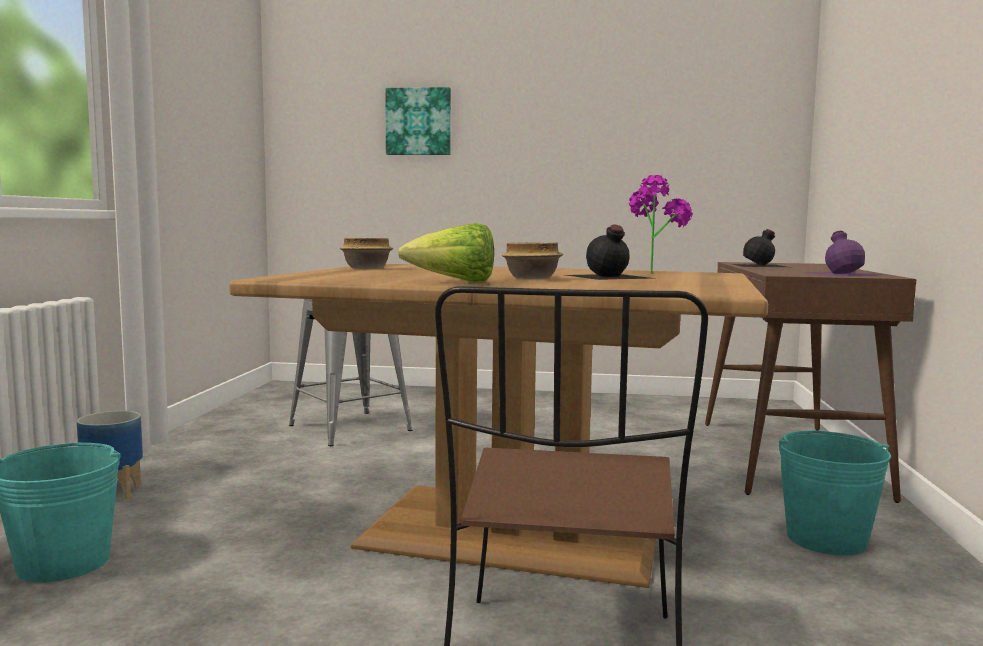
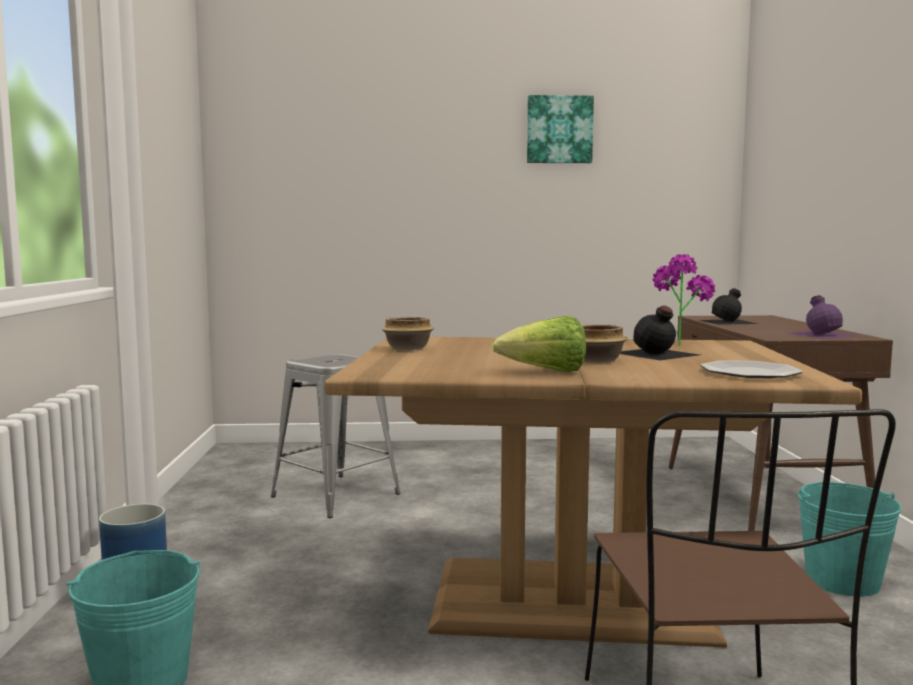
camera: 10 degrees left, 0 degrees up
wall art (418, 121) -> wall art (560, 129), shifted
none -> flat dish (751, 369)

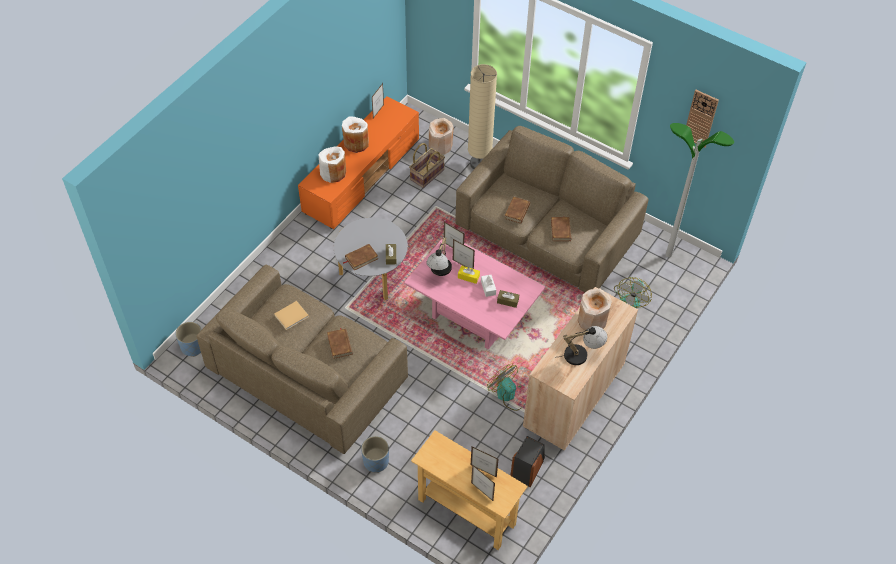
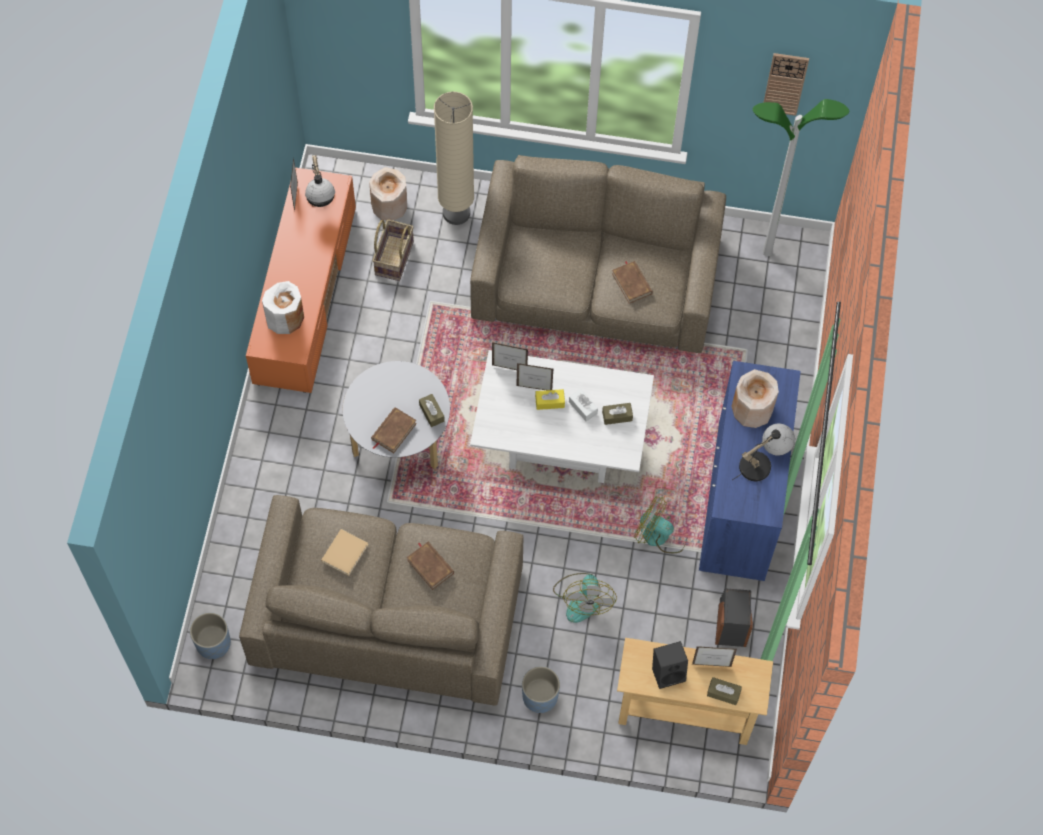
camera: 25 degrees left, 10 degrees up
whitish vase (355, 134) -> none
pinkish lounge table (474, 293) -> whitish lounge table (562, 416)
lamp for a table (439, 256) -> lamp for a table (320, 181), shifted
picture frame (483, 482) -> brownish box of tissues (724, 691)
brownish bound book (517, 210) -> none
beige-coloured cupboard (580, 369) -> blue-coloured cupboard (750, 471)
fan (633, 292) -> fan (585, 598), shifted
none -> black speaker (670, 665)

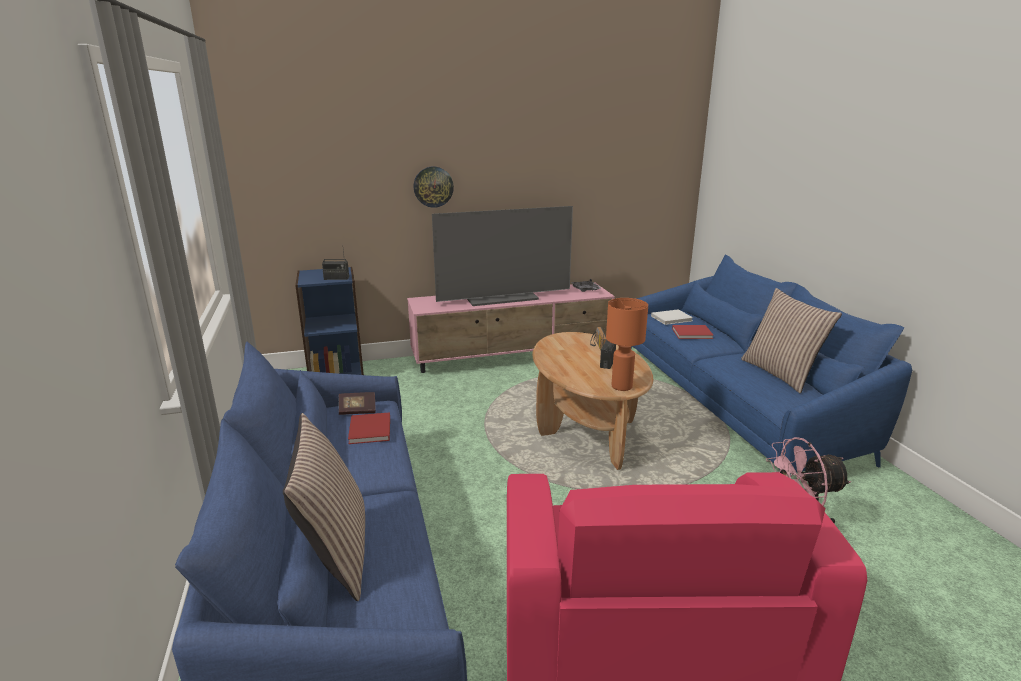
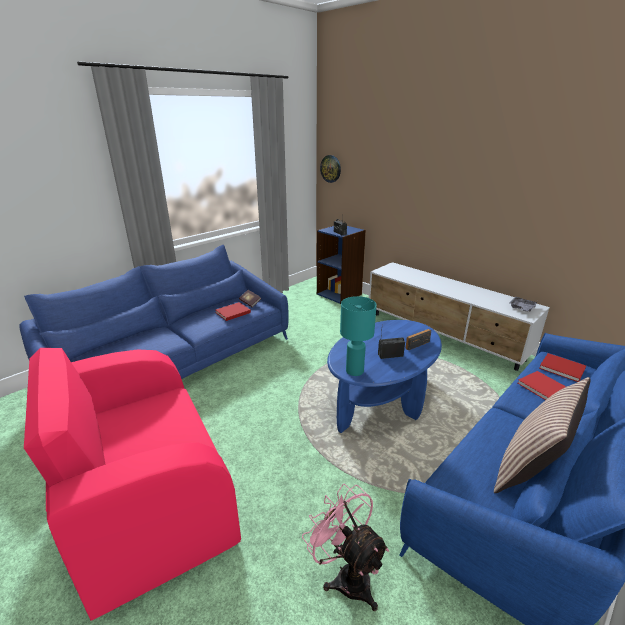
camera: 60 degrees right, 5 degrees up
pillow (324, 507) -> none
pinkish tv stand (511, 328) -> whitish tv stand (459, 316)
hanging clock (433, 187) -> hanging clock (330, 169), shifted
television (502, 256) -> none
brownish lounge table (593, 401) -> blue-coloured lounge table (384, 376)
orange lamp for a table (627, 344) -> turquoise lamp for a table (358, 336)
whitish bound book (672, 317) -> red-coloured bound book (562, 367)

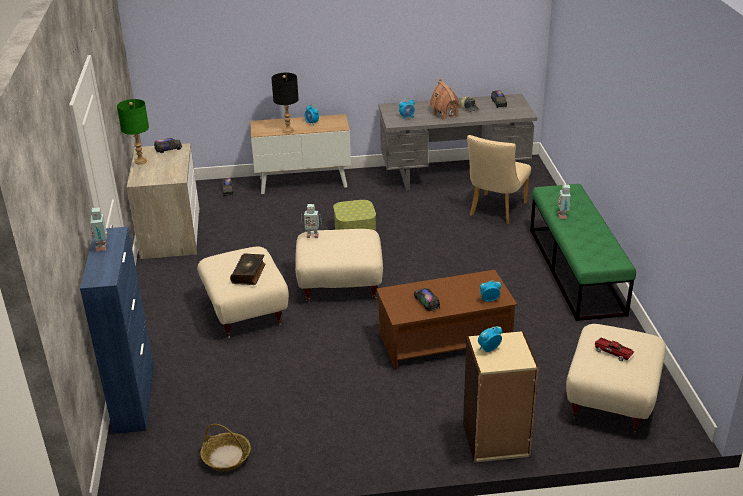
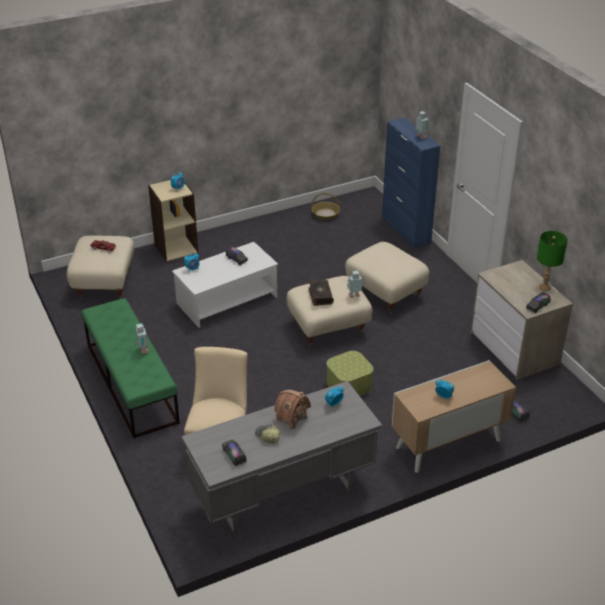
camera: 160 degrees right, 5 degrees up
bound book (247, 269) -> bound book (321, 293), shifted
black lamp for a table (285, 103) -> none
brownish lounge table (446, 320) -> whitish lounge table (225, 285)

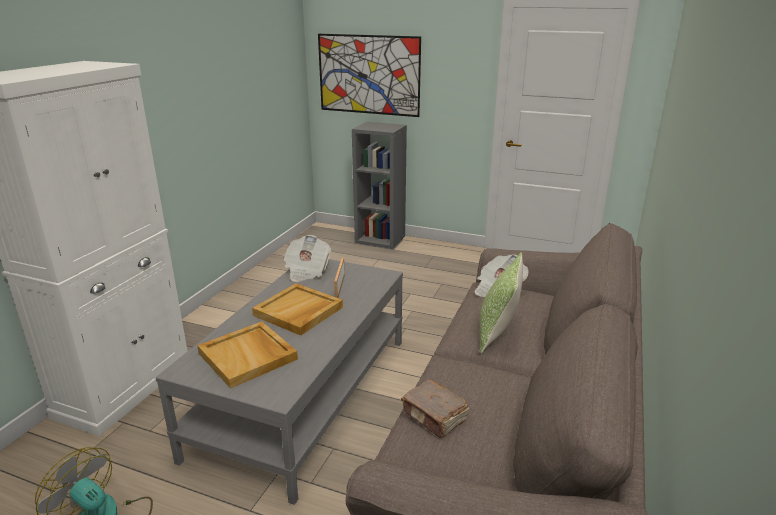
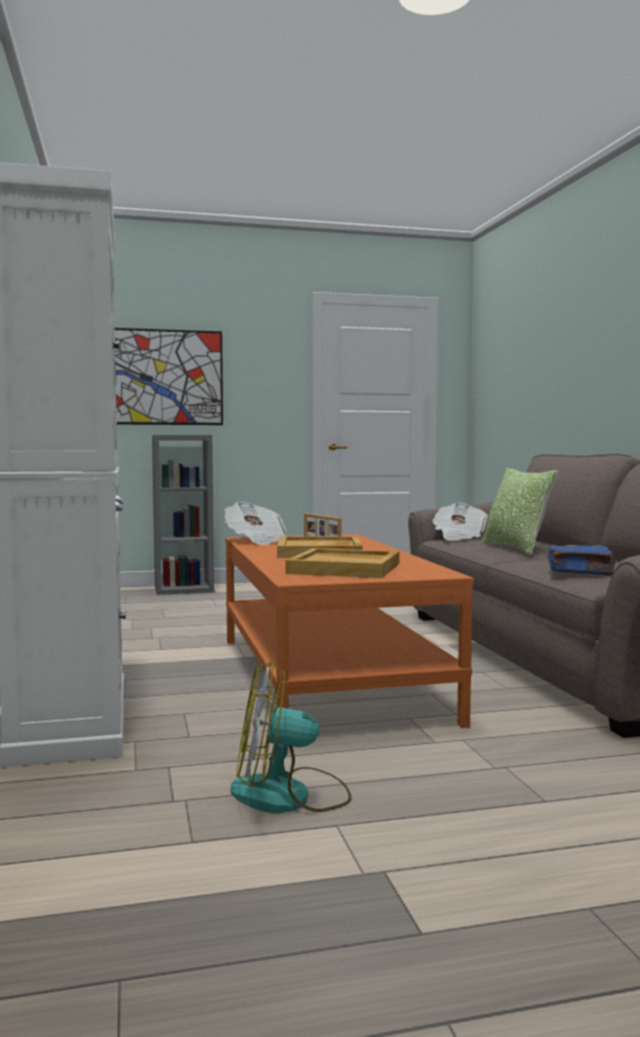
camera: 35 degrees left, 20 degrees down
gray lounge table (279, 382) -> orange lounge table (349, 631)
brownish bound book (435, 409) -> blue-coloured bound book (582, 560)

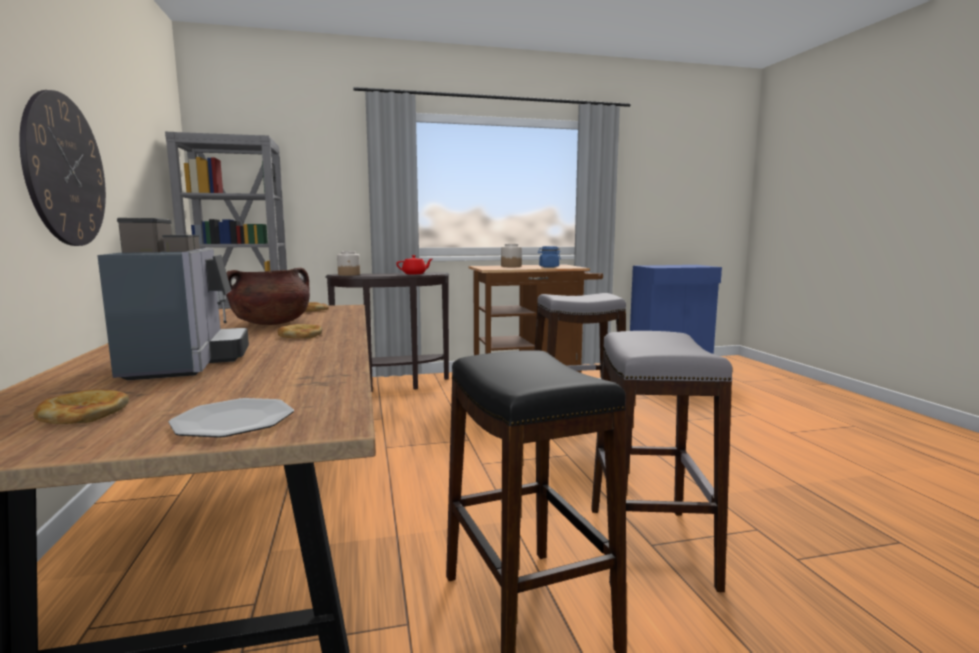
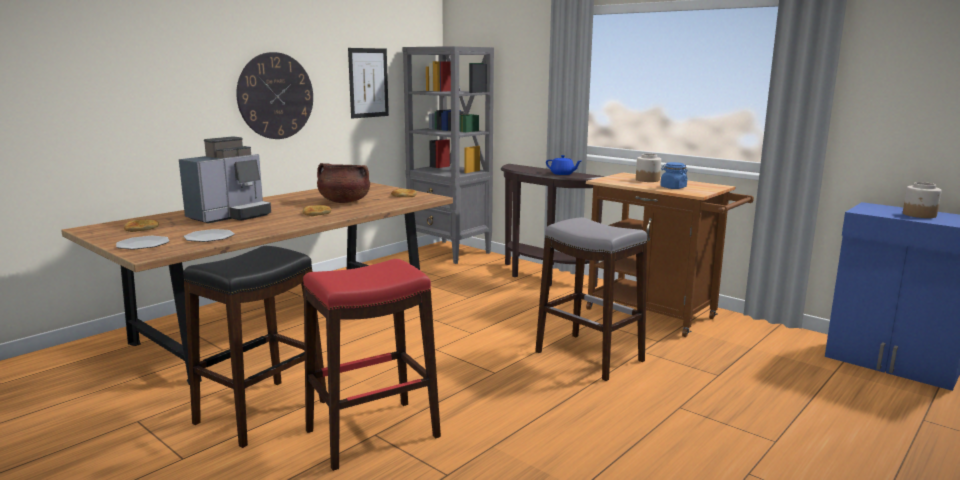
camera: 55 degrees right, 5 degrees up
storage jar (348, 263) -> storage jar (922, 200), shifted
red-coloured tea pot (414, 264) -> blue-coloured tea pot (563, 165)
gray stool seat (662, 461) -> red-coloured stool seat (372, 365)
none -> flat dish (209, 235)
none -> wall art (368, 83)

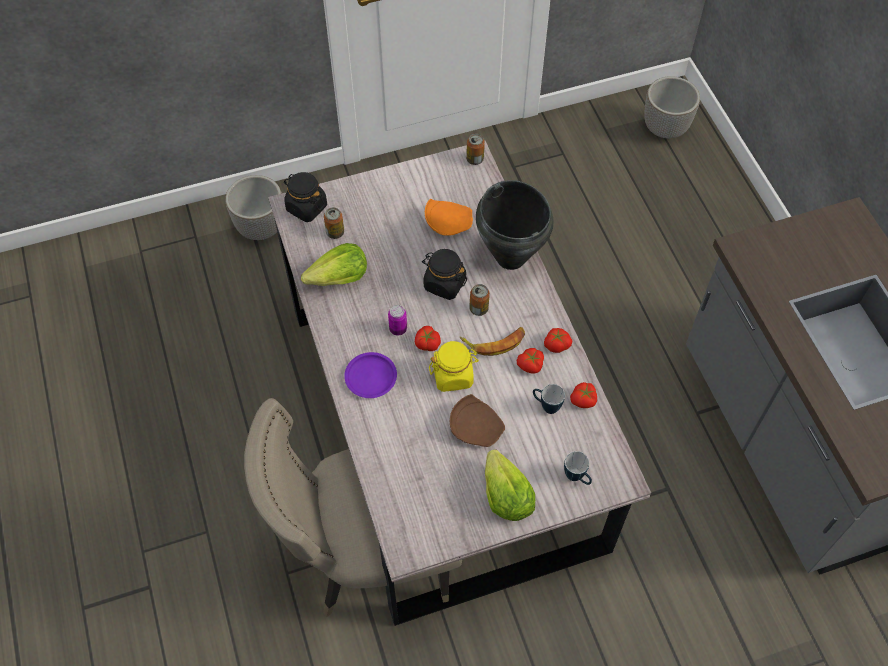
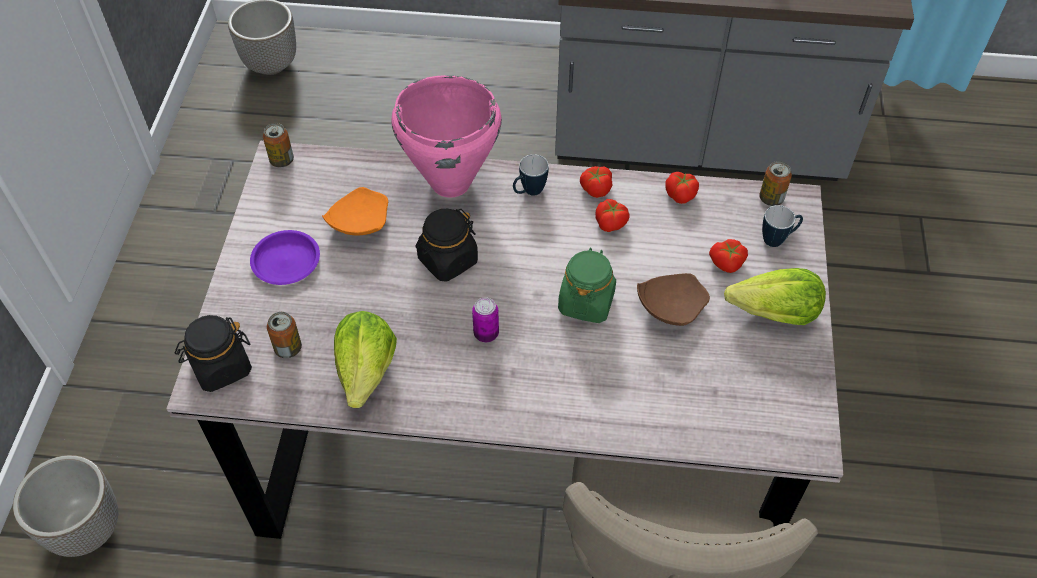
camera: 65 degrees left, 5 degrees down
purple-coloured flat dish (370, 375) -> purple-coloured flat dish (285, 257), shifted
fresh tomato (428, 338) -> fresh tomato (728, 256), shifted
yellowish storage jar (454, 366) -> green storage jar (587, 285)
banana fruit (492, 341) -> none
metal can (479, 300) -> metal can (775, 183), shifted
black stockpot (515, 225) -> pinkish stockpot (447, 136)
tea mug (549, 399) -> tea mug (531, 175), shifted

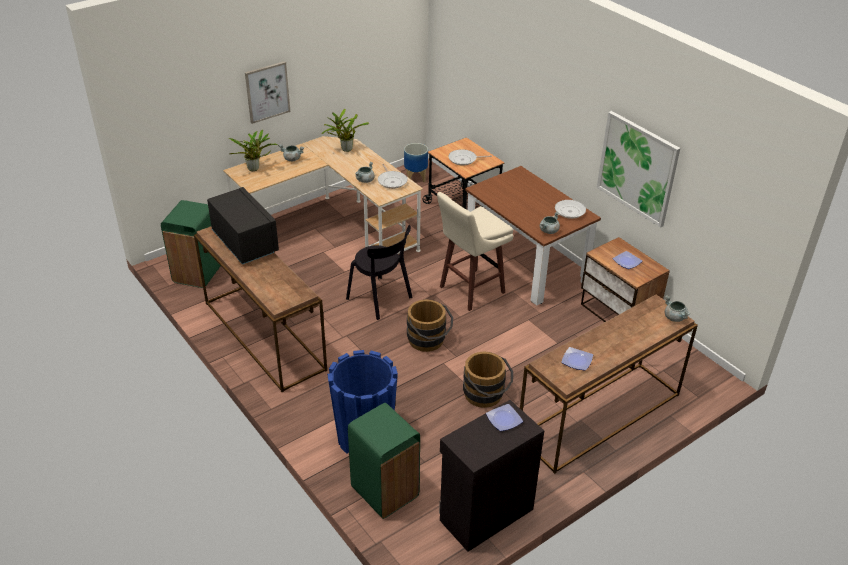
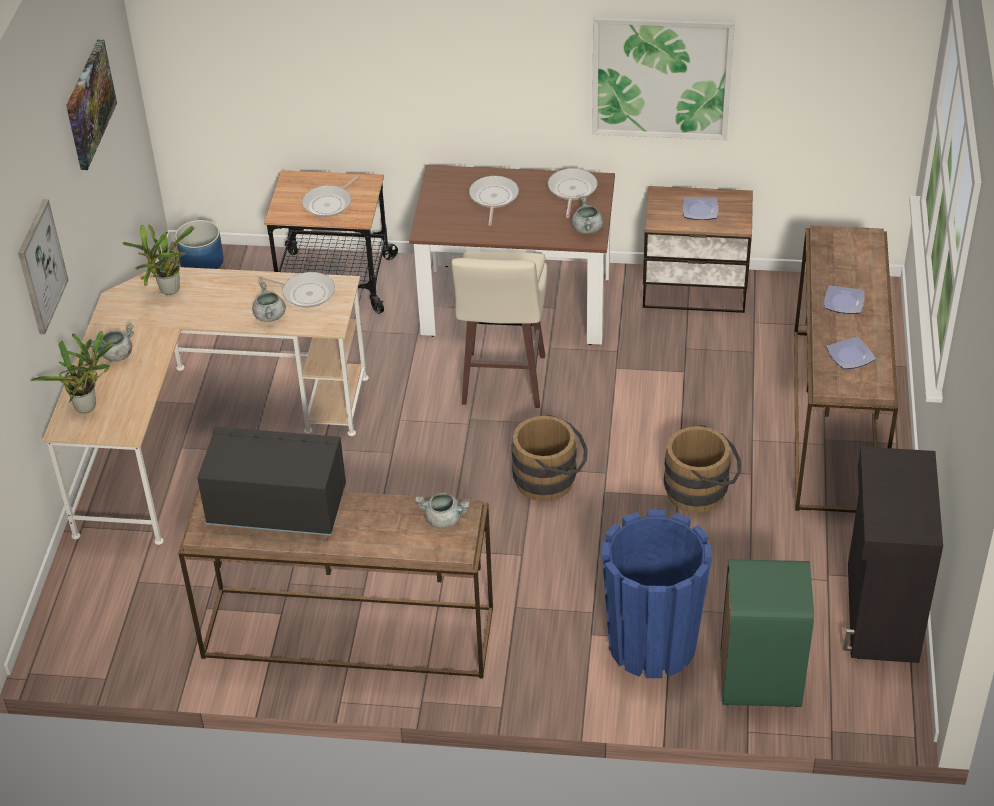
camera: 45 degrees left, 5 degrees up
green rubbish bin (190, 244) -> none
black chair (379, 272) -> none
flat dish (504, 417) -> flat dish (844, 299), shifted
gray stockpot (678, 308) -> gray stockpot (442, 511), shifted
none -> wall art (91, 105)
none -> frying pan (494, 201)

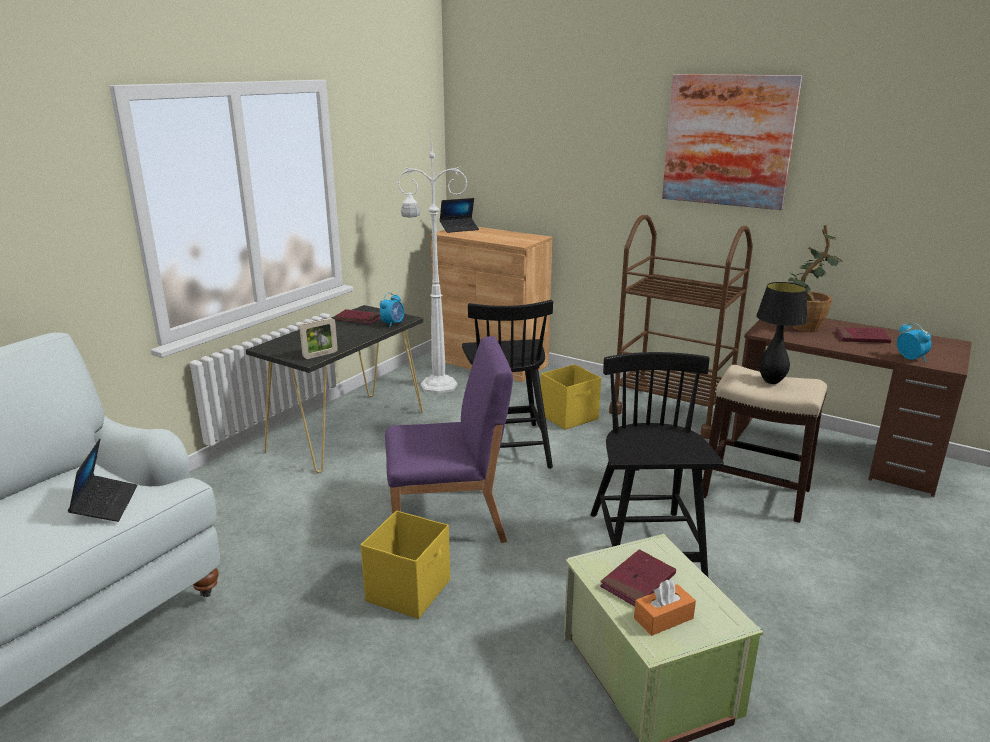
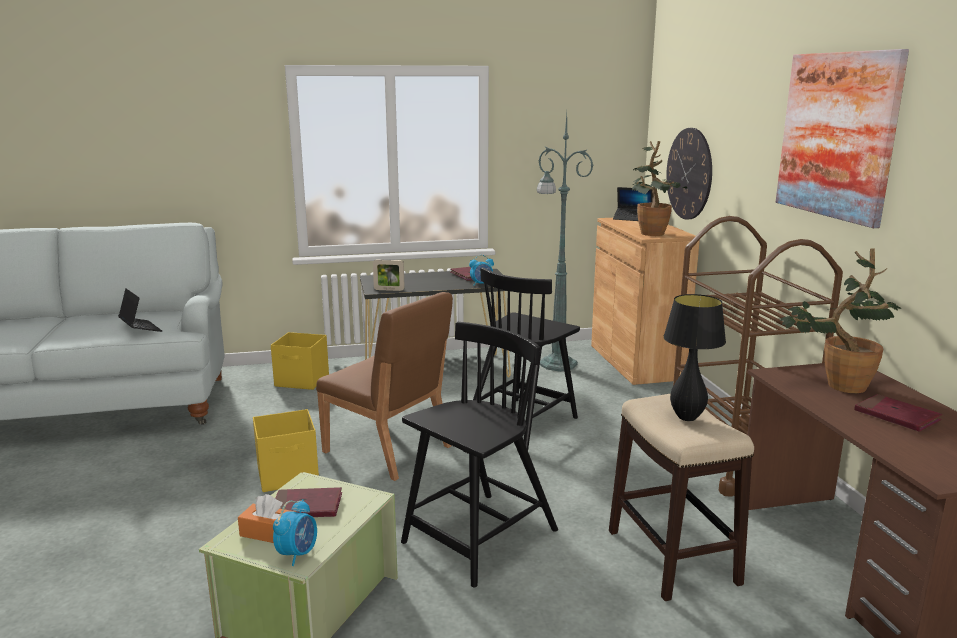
camera: 45 degrees right, 5 degrees down
notebook computer (103, 480) -> notebook computer (140, 310), 75 degrees counterclockwise
purple-coloured chair (449, 439) -> brownish chair (384, 386)
whitish standard lamp (433, 263) -> green standard lamp (565, 243)
yellowish storage container (571, 397) -> yellowish storage container (300, 361), shifted
alarm clock (914, 342) -> alarm clock (295, 532), shifted
none -> potted plant (659, 188)
none -> hanging clock (689, 174)

